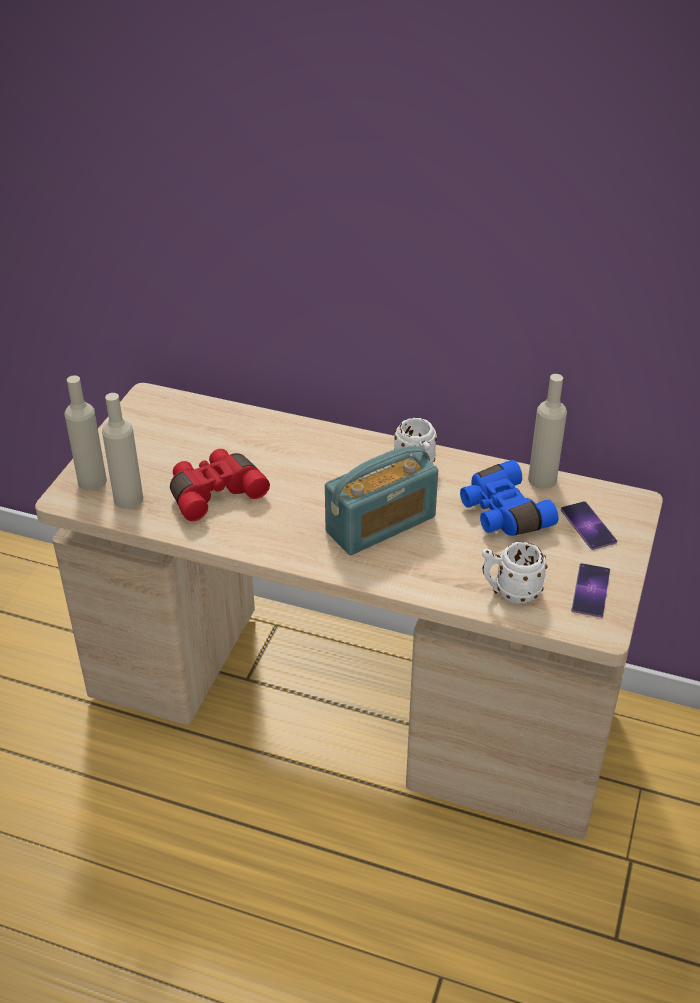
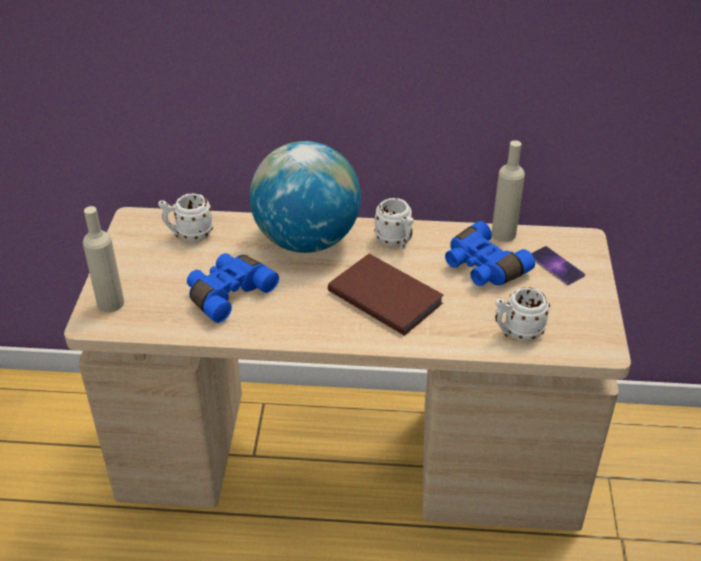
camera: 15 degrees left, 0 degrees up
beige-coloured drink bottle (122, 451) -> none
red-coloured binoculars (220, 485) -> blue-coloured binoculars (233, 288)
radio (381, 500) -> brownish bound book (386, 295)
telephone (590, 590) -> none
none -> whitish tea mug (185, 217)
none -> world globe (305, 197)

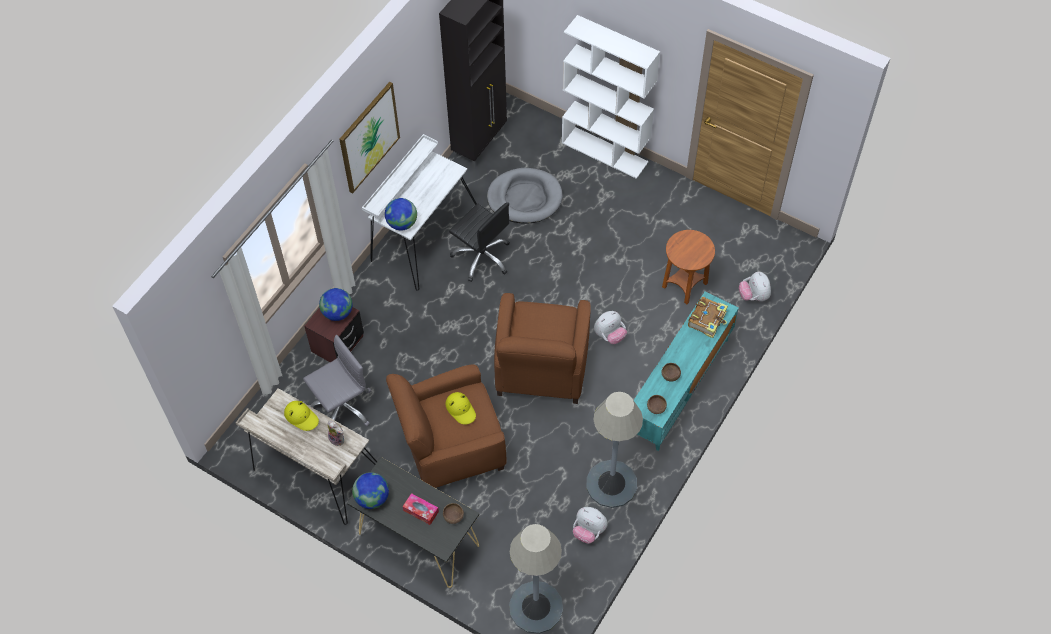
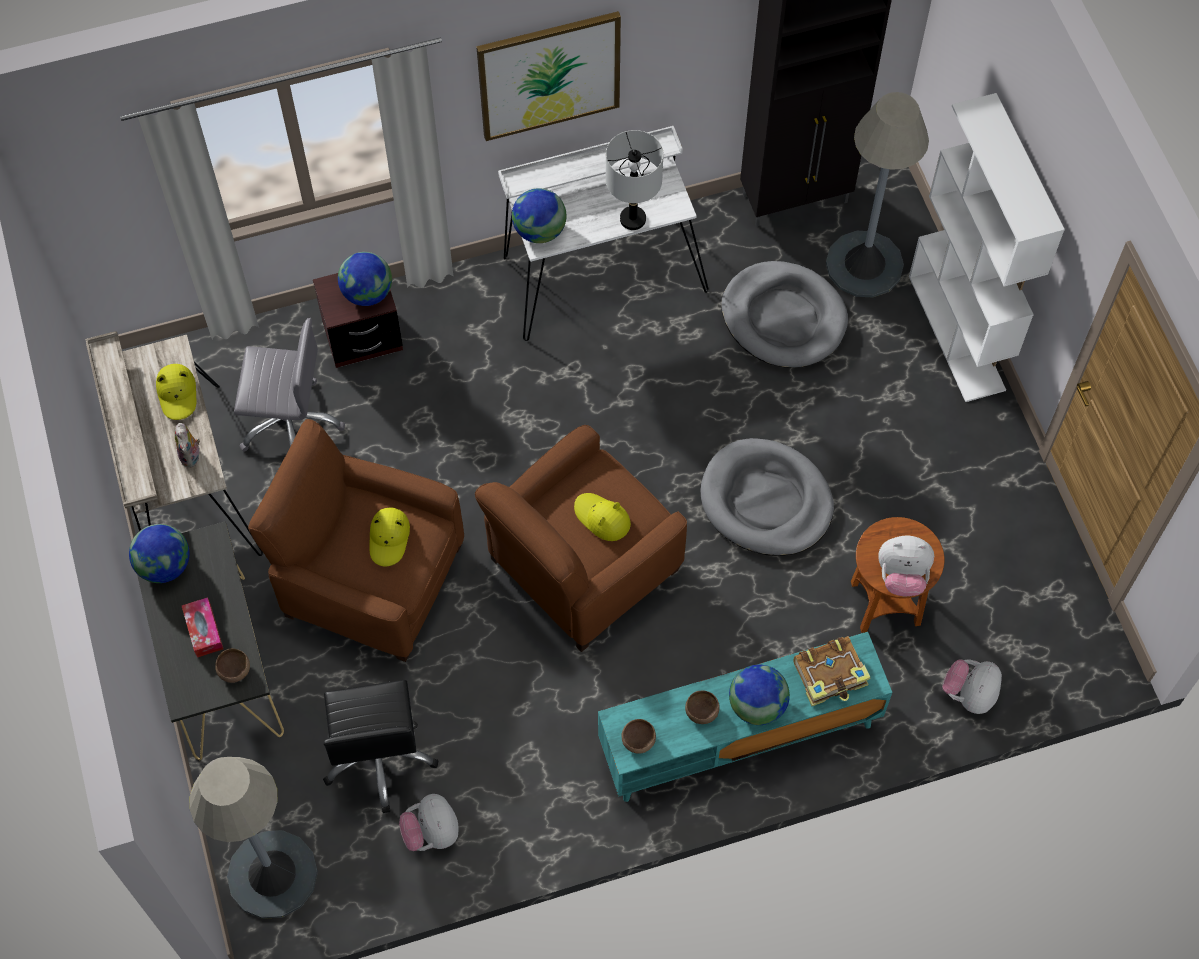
camera: 40 degrees right, 5 degrees up
black computer chair (479, 242) -> black computer chair (380, 746), shifted
gray standard lamp (614, 450) -> gray standard lamp (877, 195), shifted
plush toy (610, 327) -> plush toy (906, 566), shifted
none -> yellowish clothing hat (602, 517)
none -> gray lamp for a table (634, 180)
none -> gray dog bed (767, 497)
none -> world globe (759, 695)

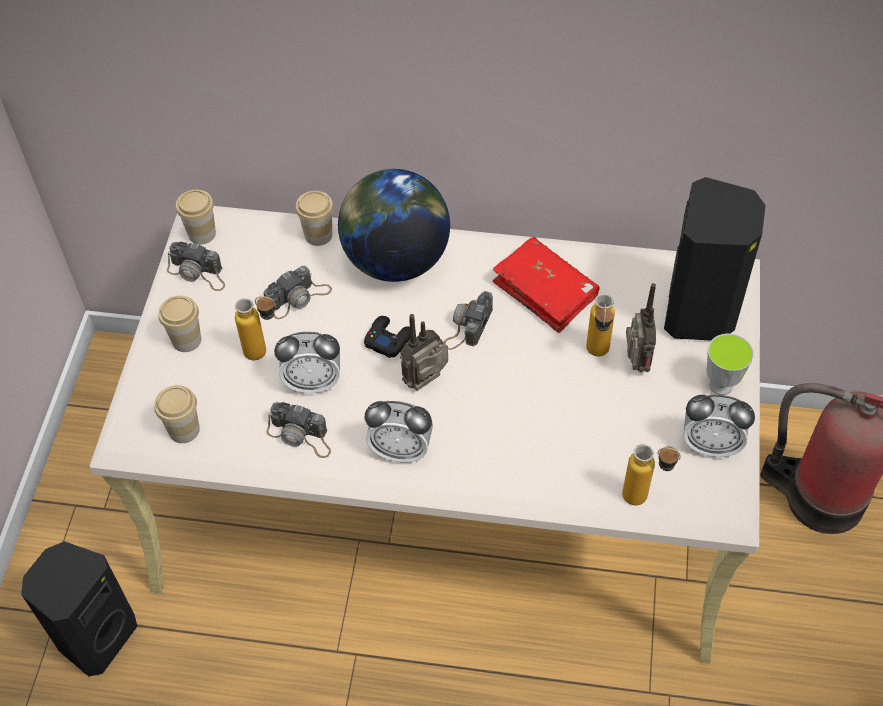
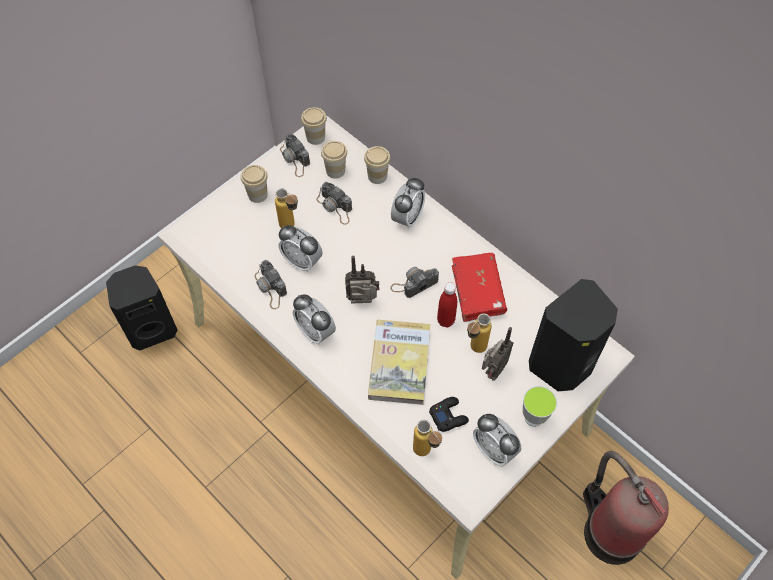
camera: 35 degrees right, 5 degrees up
drinking cup (177, 414) -> drinking cup (334, 160), shifted
photo camera (298, 292) -> photo camera (334, 203), 45 degrees clockwise
world globe (394, 225) -> alarm clock (408, 203)
black game controller (387, 337) -> black game controller (449, 414), shifted
none -> bound book (399, 362)
none -> red-coloured drink bottle (447, 304)

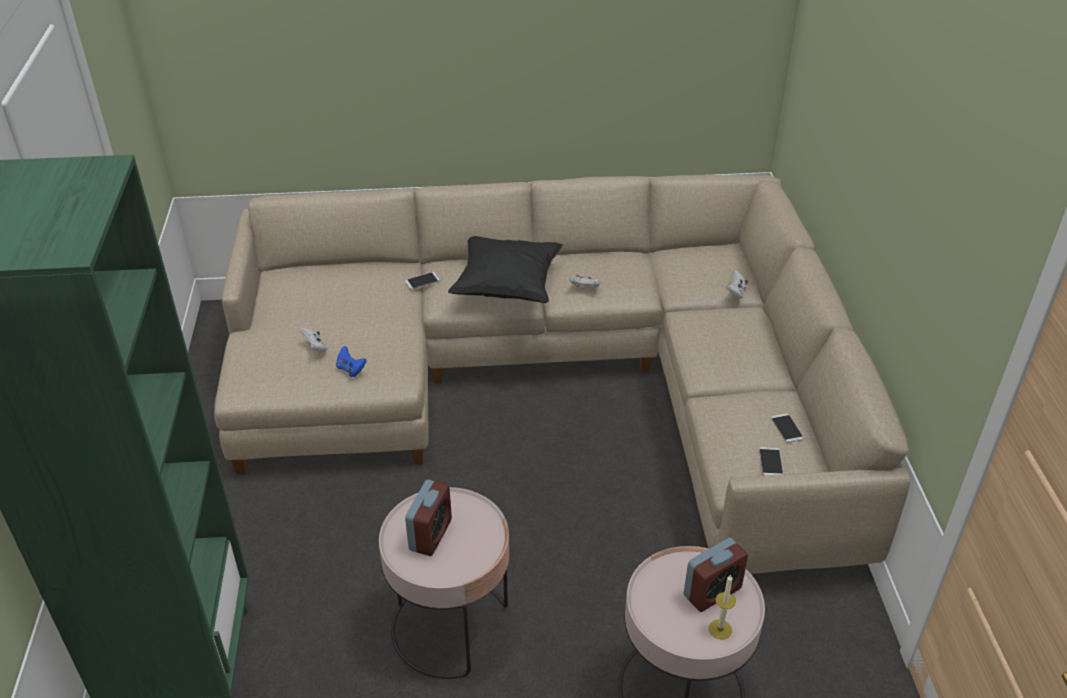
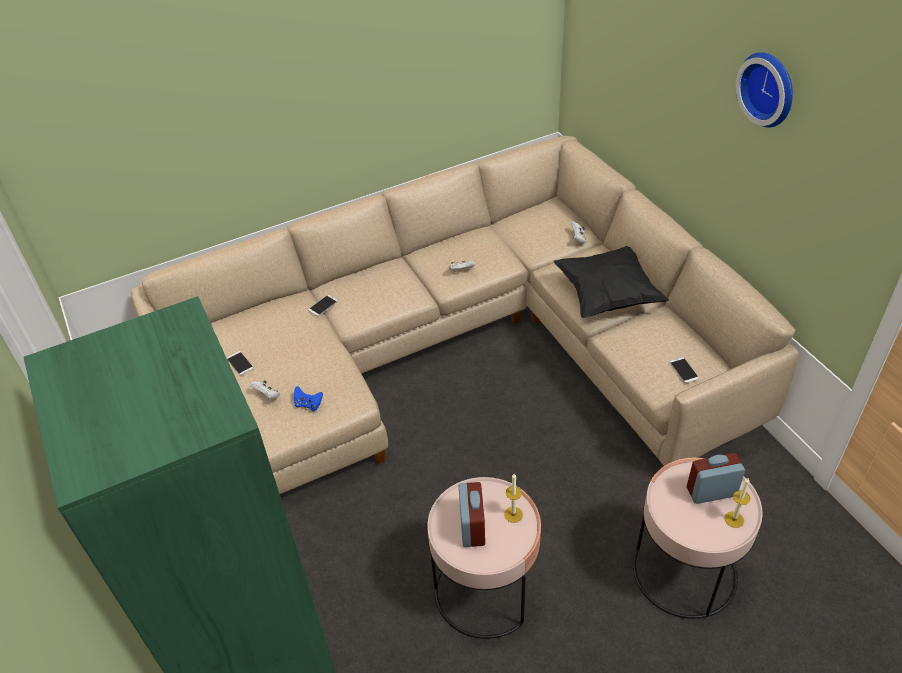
camera: 20 degrees left, 5 degrees up
black pillow (505, 269) -> black pillow (611, 282), shifted
alarm clock (715, 575) -> alarm clock (716, 478), 135 degrees counterclockwise
telephone (787, 428) -> telephone (240, 363), shifted
none -> candle (513, 498)
none -> hanging clock (764, 90)

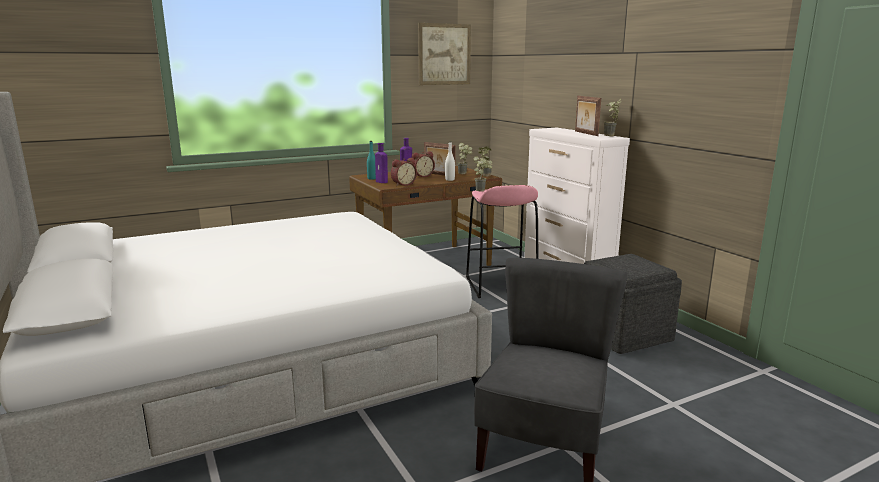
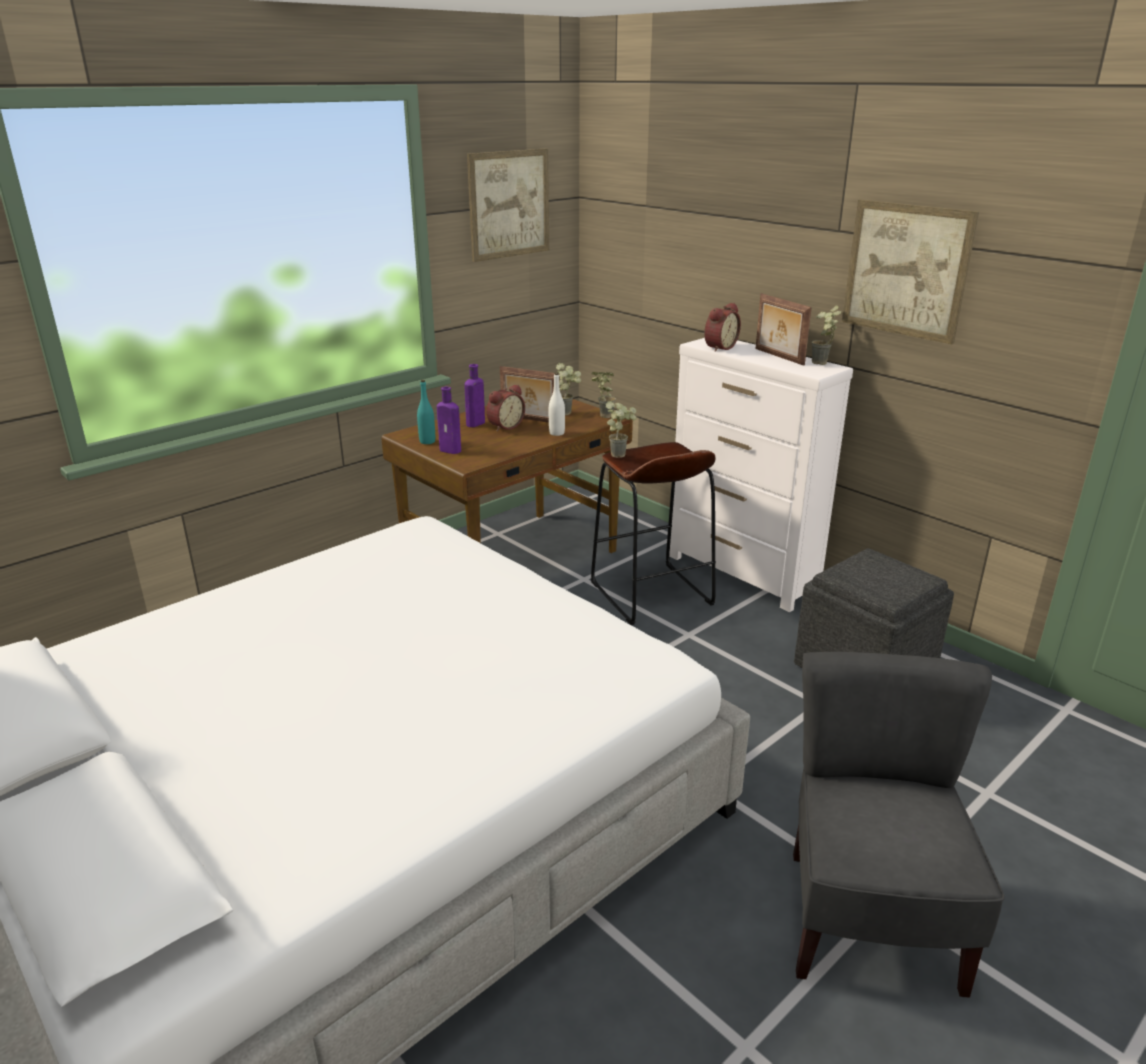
camera: 15 degrees left, 10 degrees up
alarm clock (404, 172) -> alarm clock (722, 327), shifted
pinkish stool seat (502, 241) -> brownish stool seat (653, 533)
none -> wall art (910, 272)

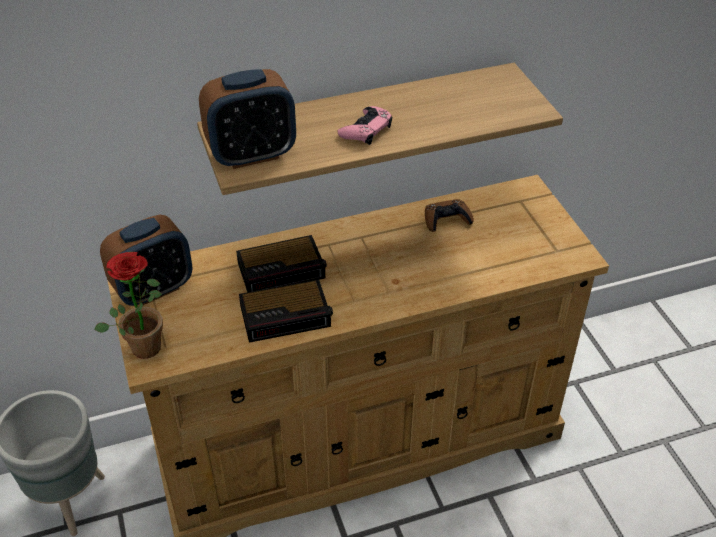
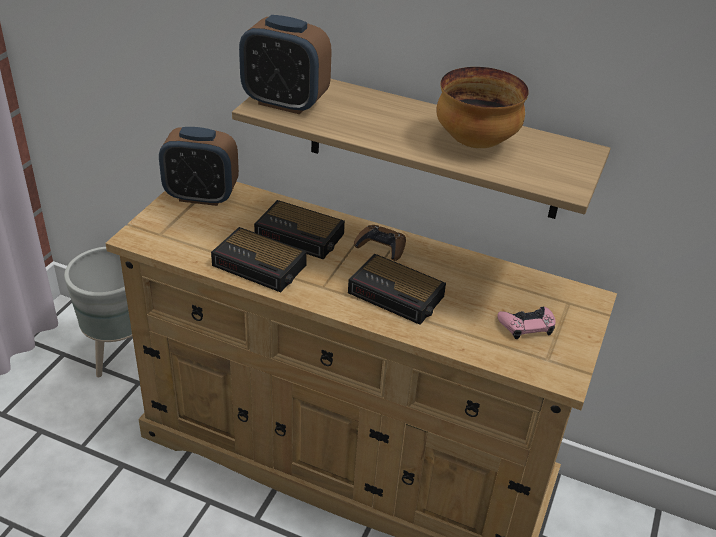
camera: 40 degrees right, 5 degrees down
potted plant (128, 305) -> none
pinkish game controller (365, 125) -> pinkish game controller (526, 323), shifted
brownish game controller (449, 215) -> brownish game controller (380, 243), shifted
none -> alarm clock (397, 289)
none -> serving bowl (483, 107)

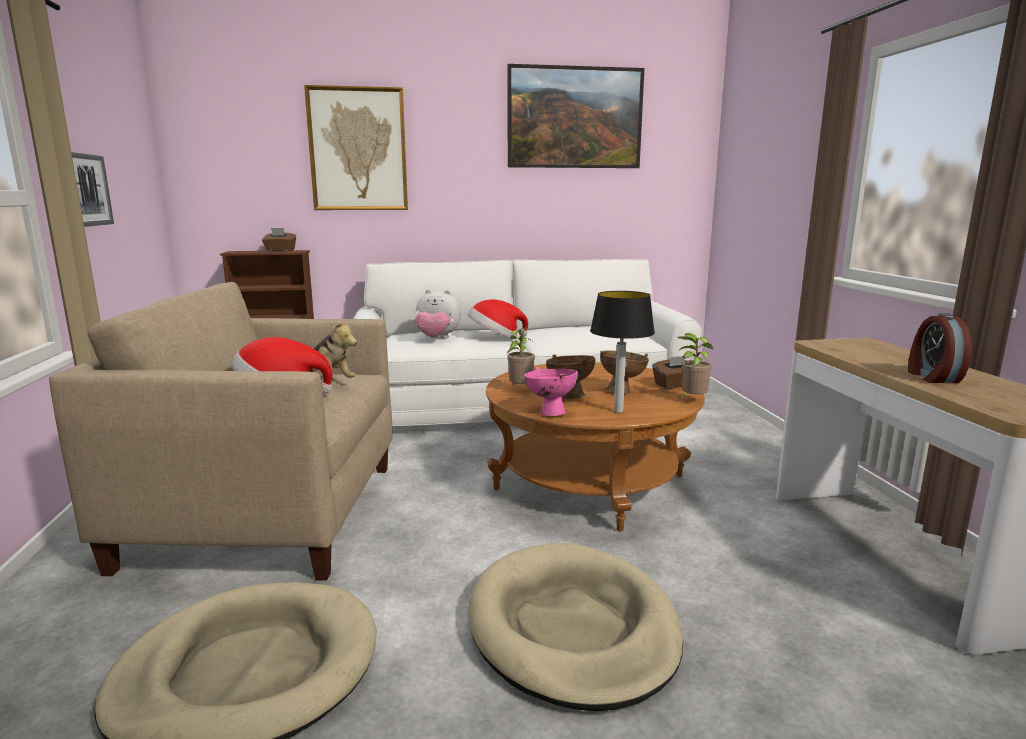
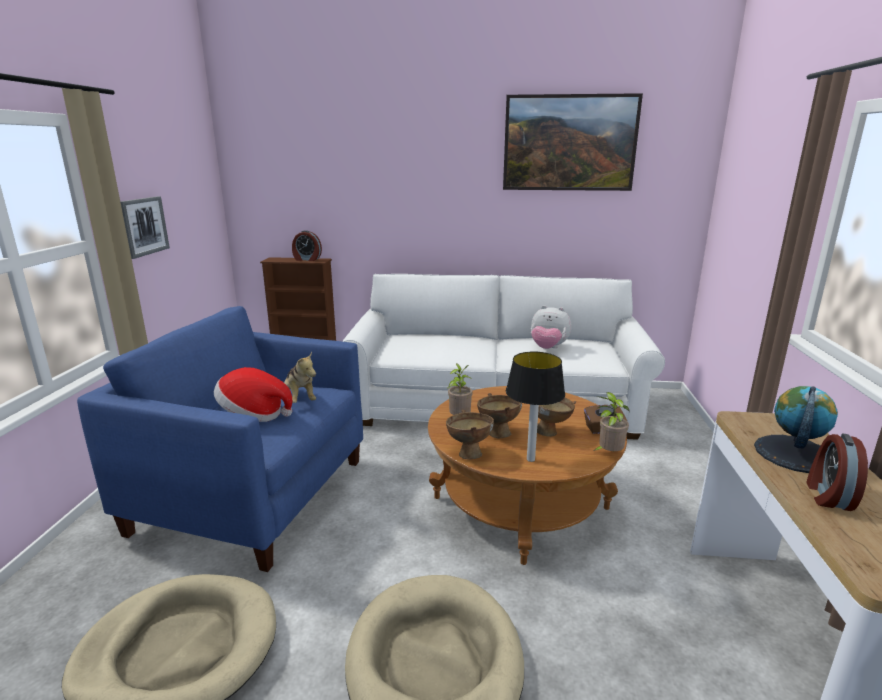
camera: 15 degrees right, 5 degrees up
beige-coloured armchair (221, 431) -> blue-coloured armchair (220, 439)
brownish box of tissues (279, 240) -> alarm clock (307, 245)
wall art (356, 147) -> none
plush toy (438, 313) -> plush toy (551, 327), shifted
clothing hat (498, 318) -> none
pinkish serving bowl (551, 391) -> brownish serving bowl (470, 435)
none -> world globe (796, 429)

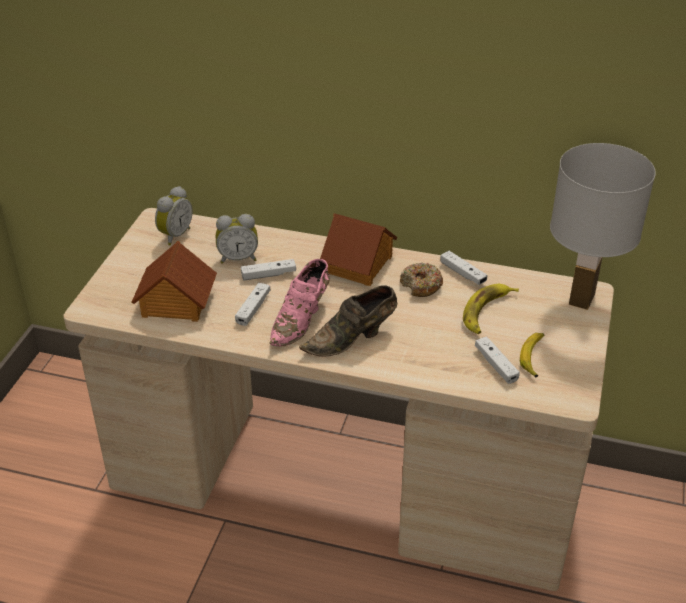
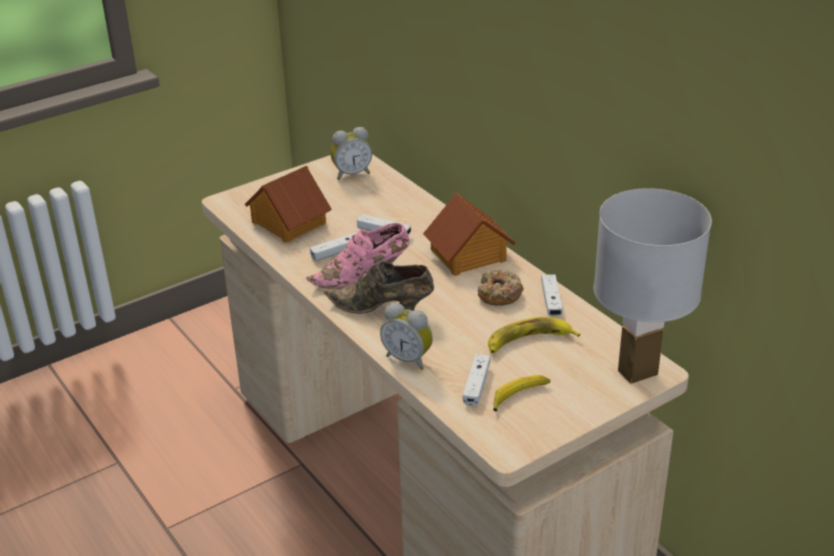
camera: 40 degrees right, 5 degrees down
alarm clock (237, 239) -> alarm clock (406, 336), shifted

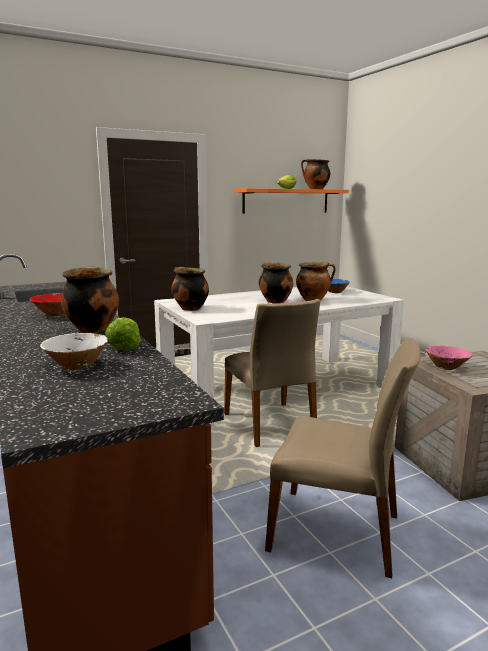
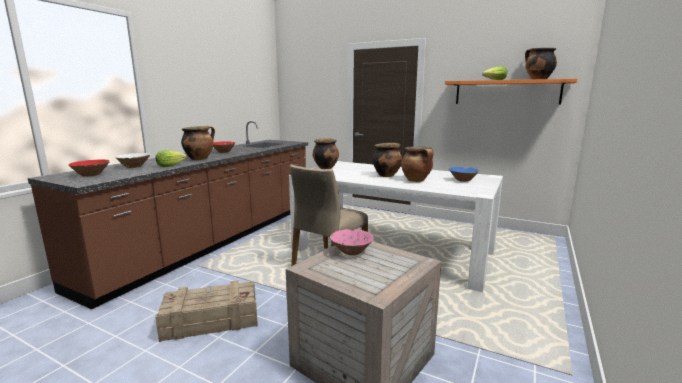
camera: 55 degrees right, 0 degrees up
beige-coloured chair (343, 457) -> crate (206, 311)
none -> red-coloured serving bowl (89, 168)

